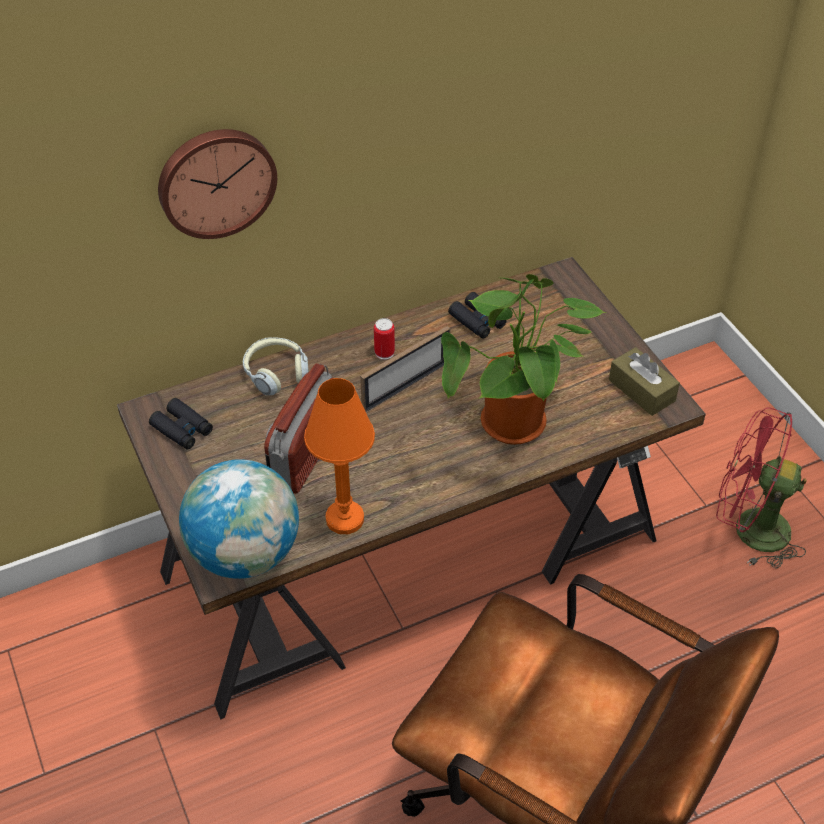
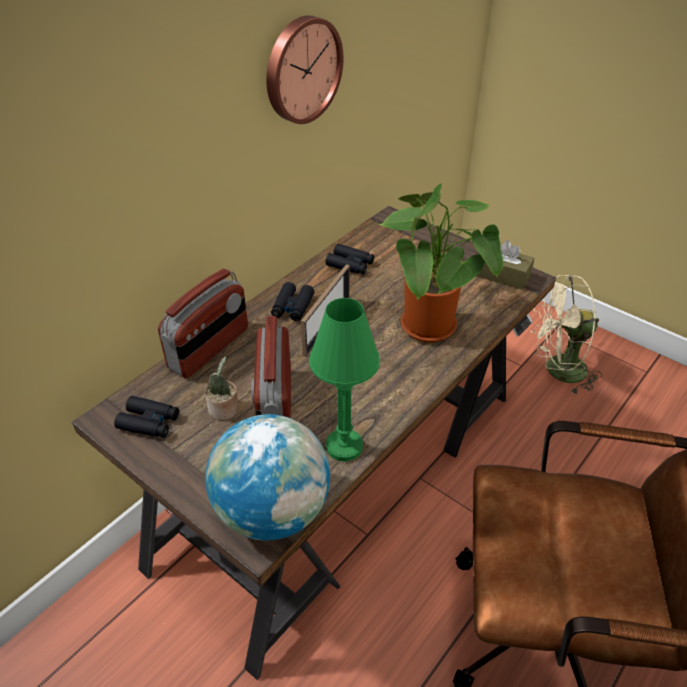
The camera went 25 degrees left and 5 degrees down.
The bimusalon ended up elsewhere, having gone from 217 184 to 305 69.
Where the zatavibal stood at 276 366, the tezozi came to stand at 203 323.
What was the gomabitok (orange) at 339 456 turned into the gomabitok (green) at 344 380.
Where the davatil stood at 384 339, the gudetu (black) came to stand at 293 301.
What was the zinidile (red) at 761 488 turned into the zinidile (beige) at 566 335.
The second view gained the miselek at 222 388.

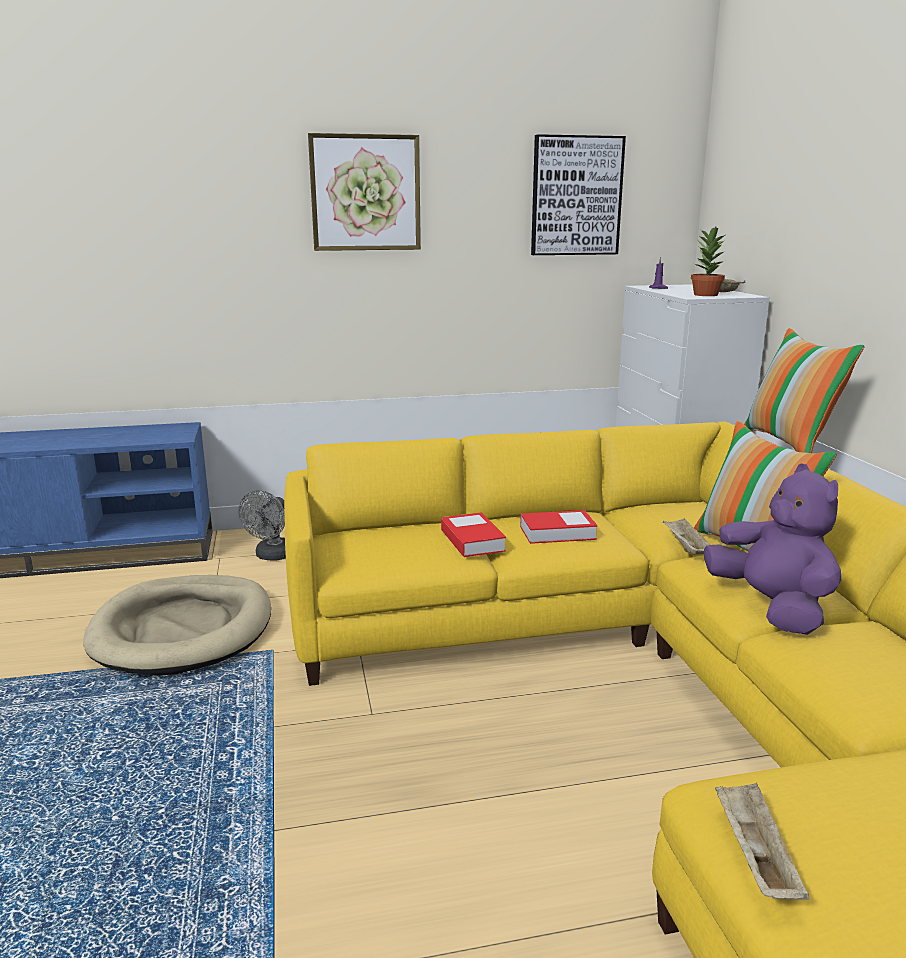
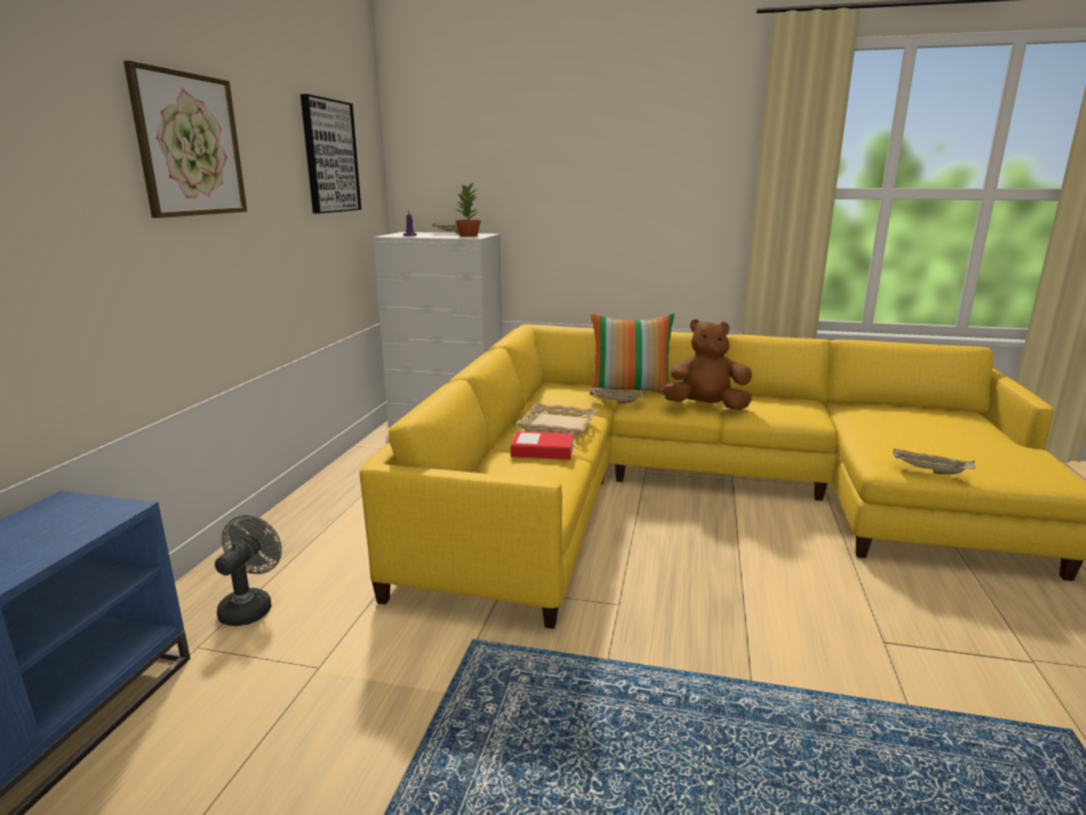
The camera went 65 degrees left and 0 degrees up.
The second view lost the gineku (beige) at 177 625.
The zinidile (grey) at 262 525 ended up facing another way, 120 degrees counterclockwise from before.
Where the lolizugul stood at 559 527, the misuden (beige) came to stand at 557 419.
What was the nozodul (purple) at 772 549 turned into the nozodul (brown) at 707 364.
The second view lost the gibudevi at 804 390.

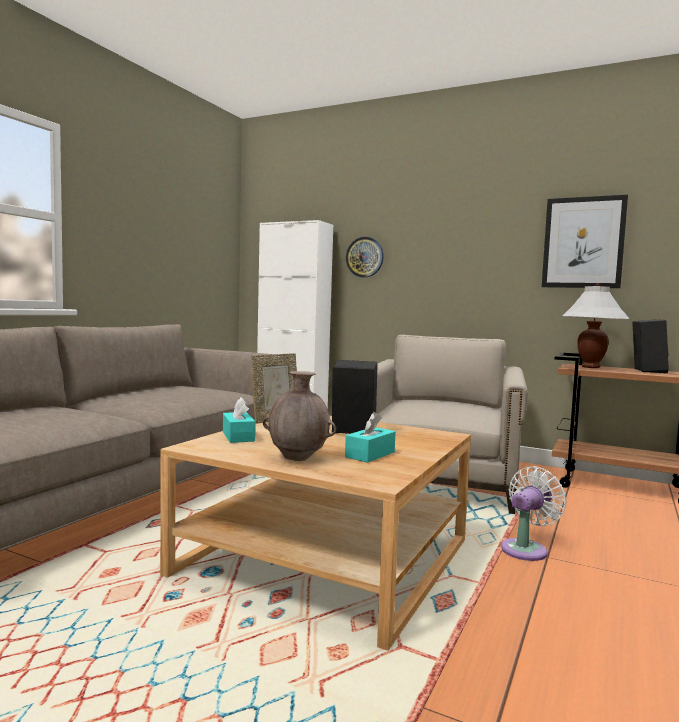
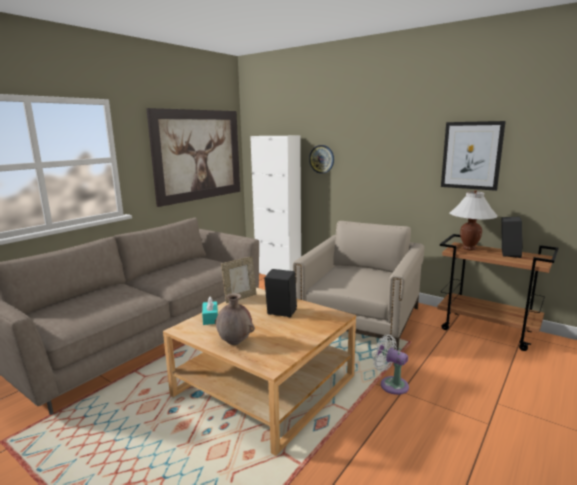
The camera went 10 degrees right and 10 degrees up.
The second view lost the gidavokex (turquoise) at 370 437.
The zinidile (white) at 533 513 ended up facing another way, 105 degrees counterclockwise from before.
The second view gained the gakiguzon at 193 157.

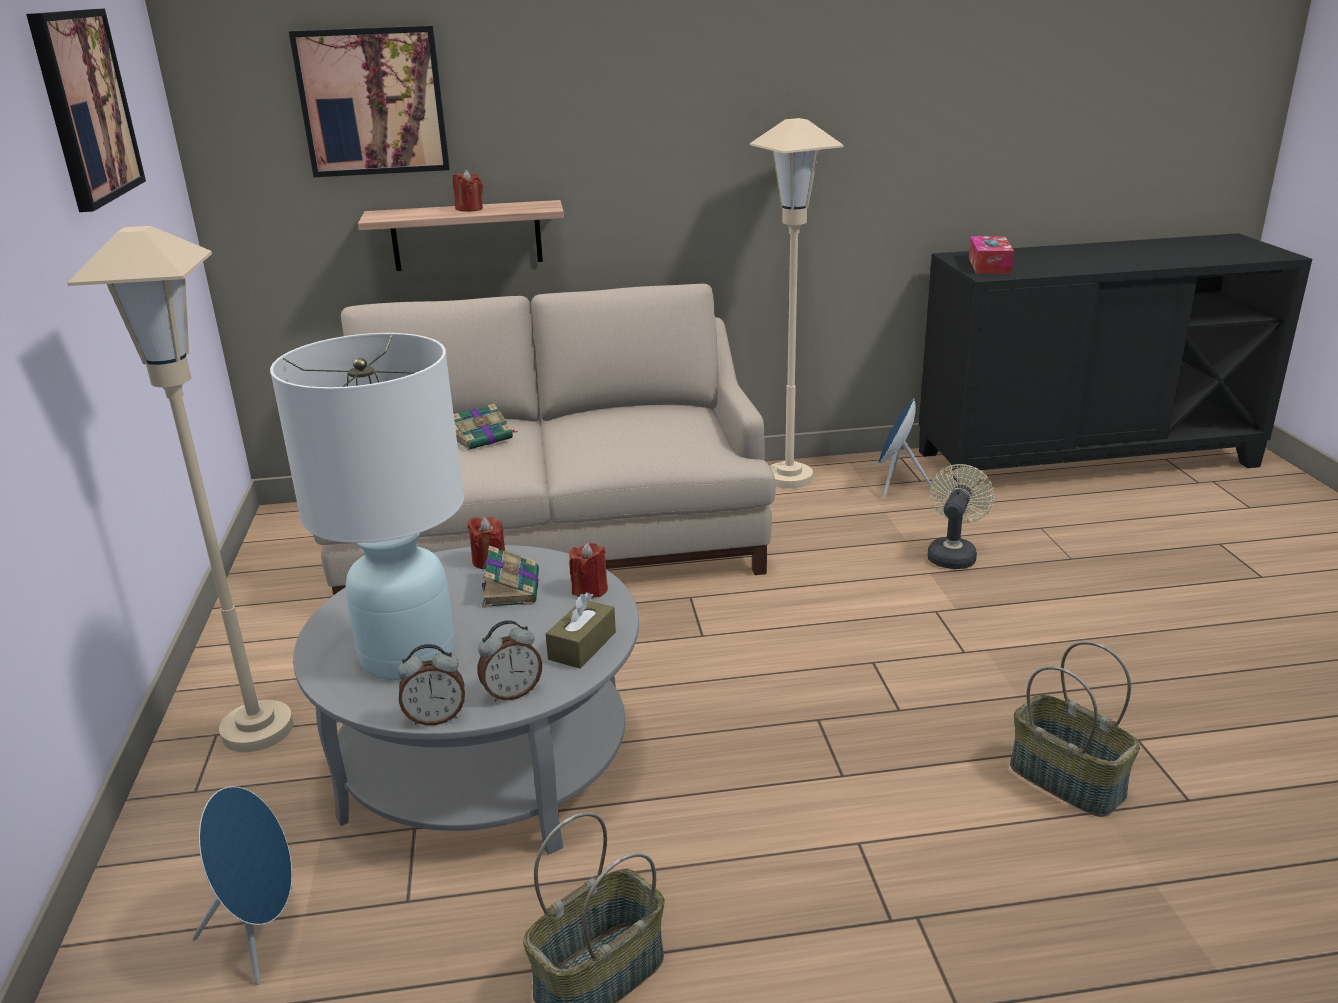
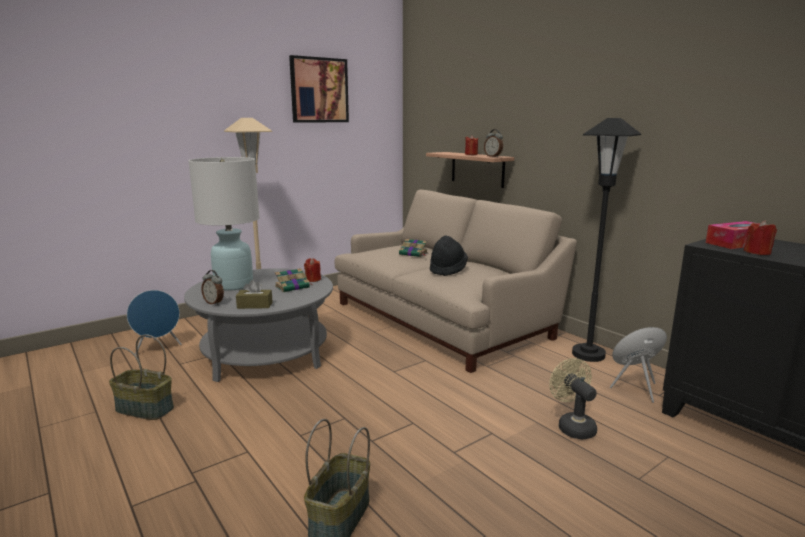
The camera went 60 degrees right and 10 degrees down.
The second view lost the gakiguzon at 369 101.
The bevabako ended up elsewhere, having gone from 431 685 to 493 143.
The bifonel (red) ended up elsewhere, having gone from 588 570 to 760 237.
What was the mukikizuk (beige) at 797 303 turned into the mukikizuk (black) at 606 240.
The zinidile (beige) at 960 516 ended up facing another way, 105 degrees counterclockwise from before.
The second view gained the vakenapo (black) at 449 255.

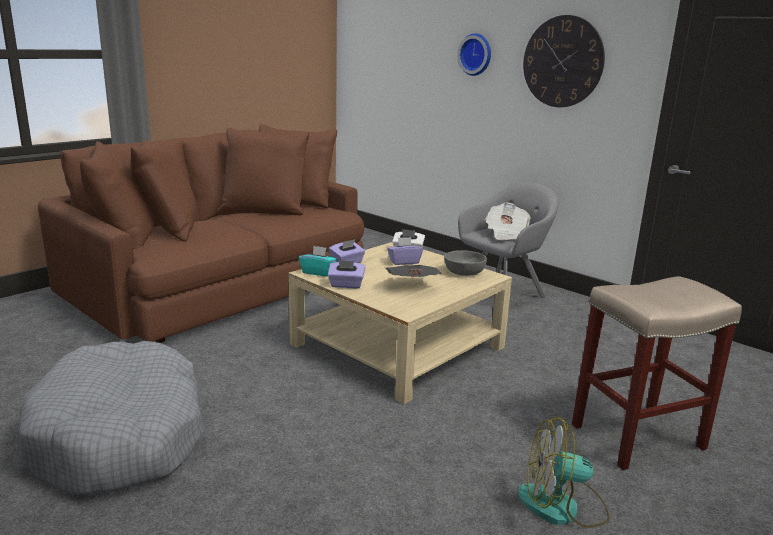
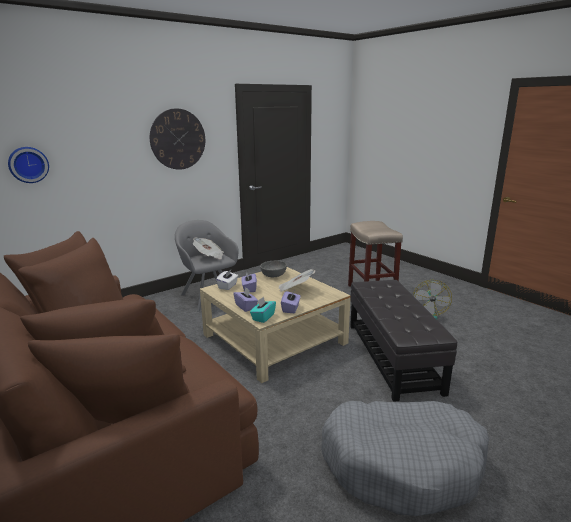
The camera went 80 degrees left and 0 degrees up.
The bimusalon ended up elsewhere, having gone from 474 54 to 28 165.
The second view gained the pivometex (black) at 403 341.

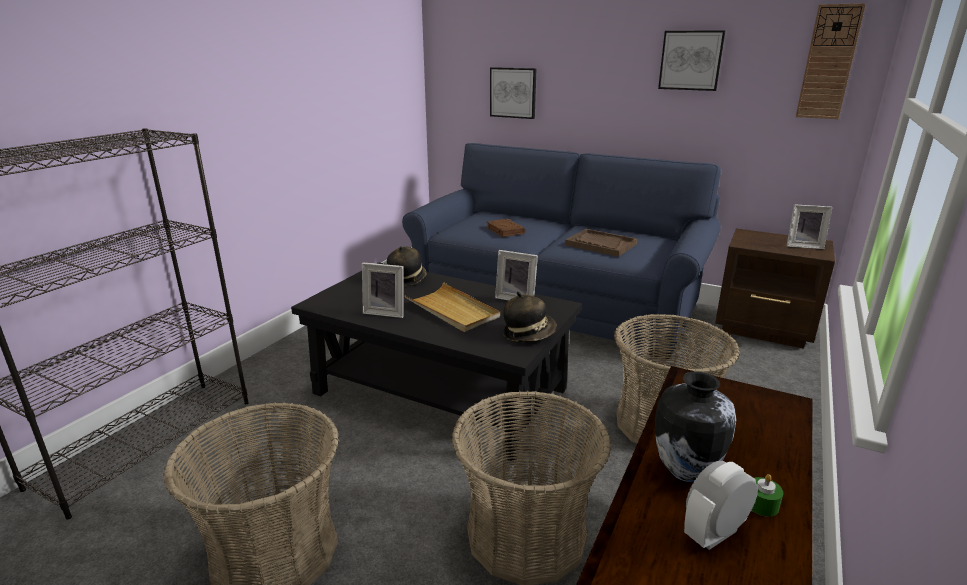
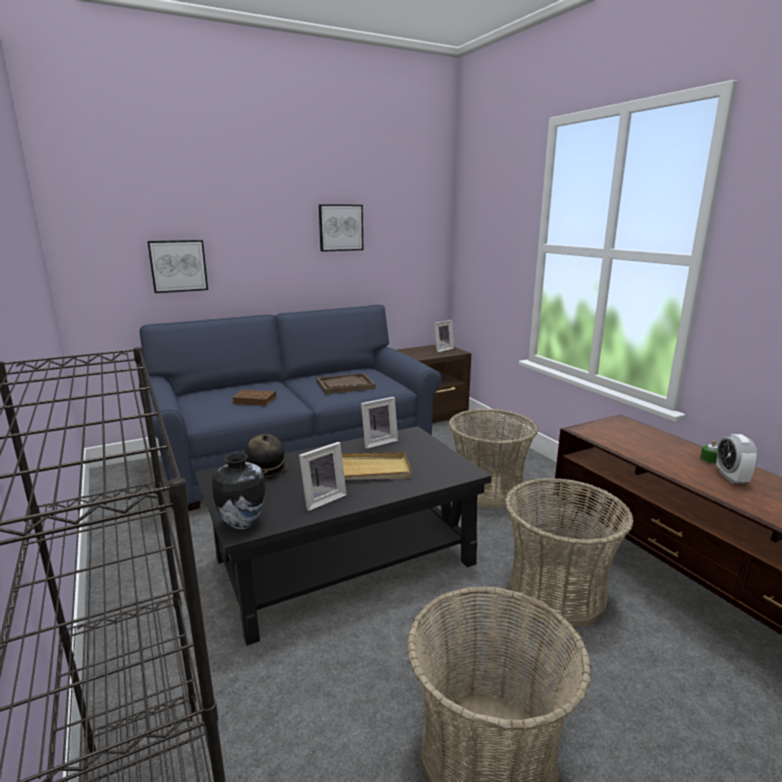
The camera went 55 degrees left and 5 degrees down.
The second view lost the vakenapo at 530 317.
The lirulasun ended up elsewhere, having gone from 696 427 to 238 491.
The second view lost the bimusalon at 831 61.

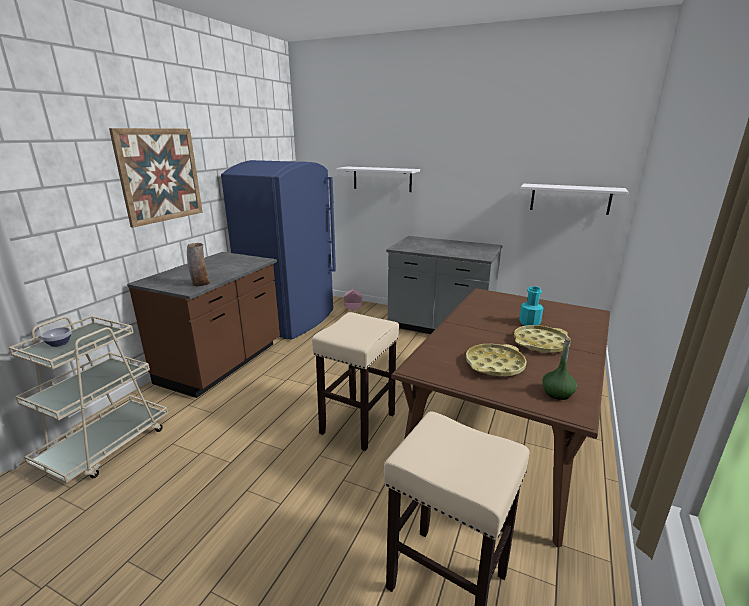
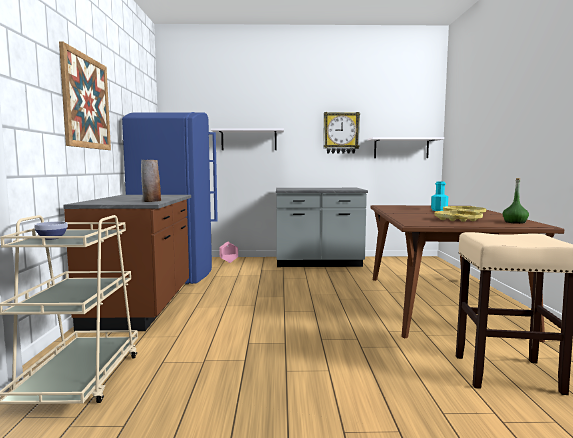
The camera went 25 degrees left and 15 degrees down.
The second view lost the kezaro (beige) at 355 381.
The second view gained the bimusalon at 341 133.

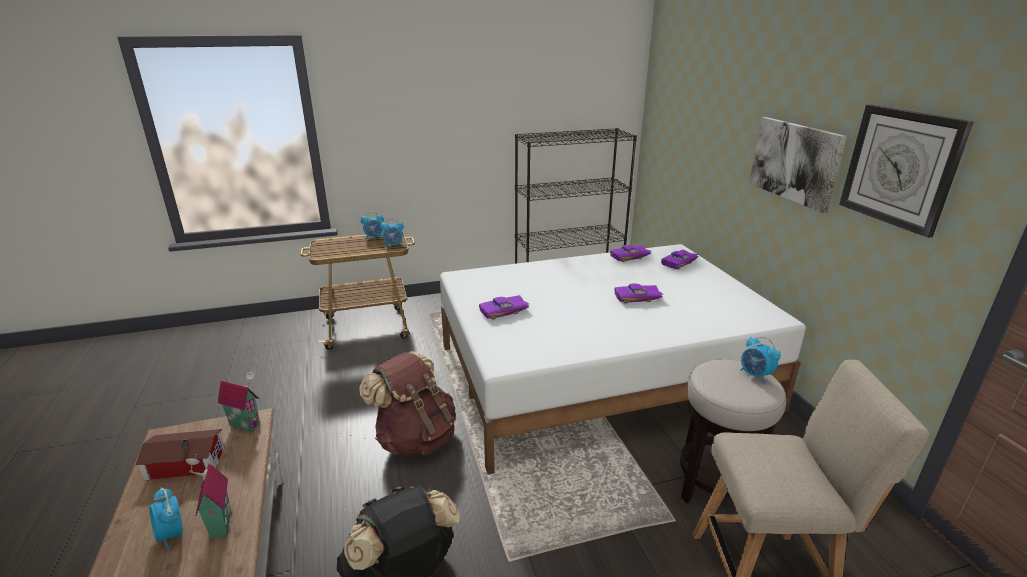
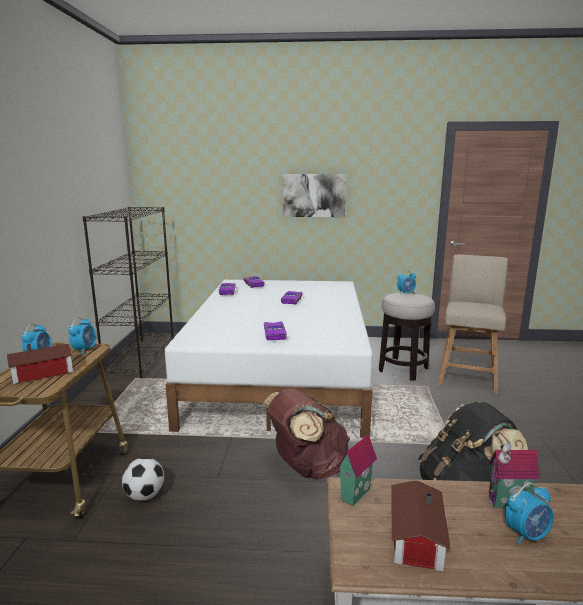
The camera went 70 degrees left and 10 degrees down.
The second view lost the bimusalon at 906 171.
The second view gained the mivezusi at 40 364.
The second view gained the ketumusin at 143 479.

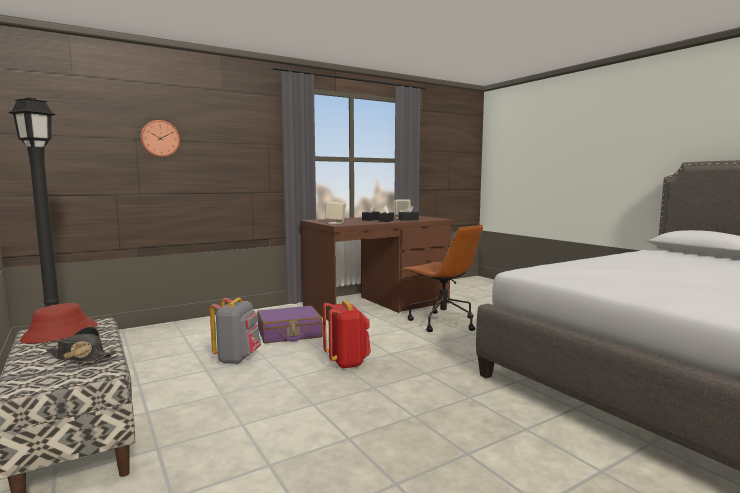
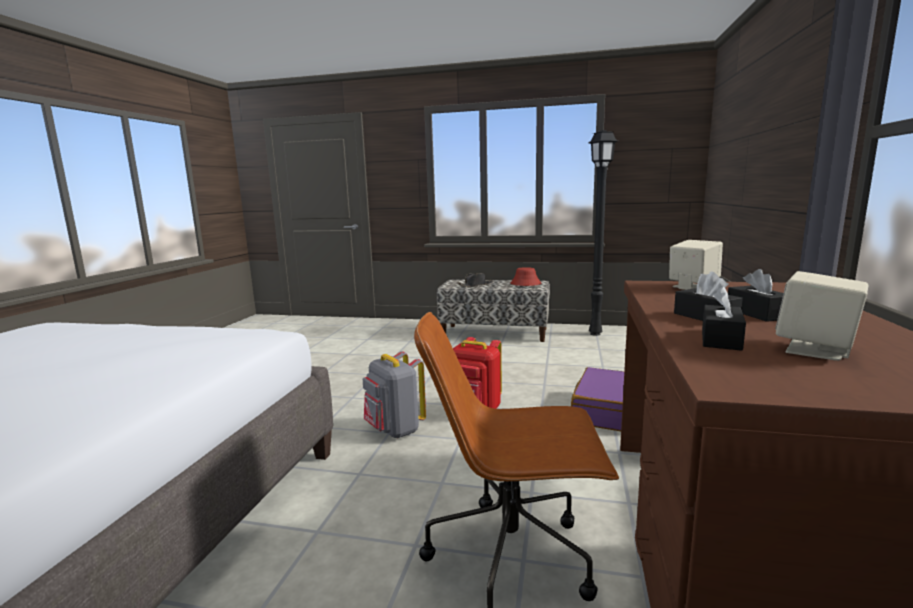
The camera went 135 degrees right and 5 degrees up.
The second view lost the bimusalon at 160 138.
The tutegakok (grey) ended up elsewhere, having gone from 235 331 to 394 394.

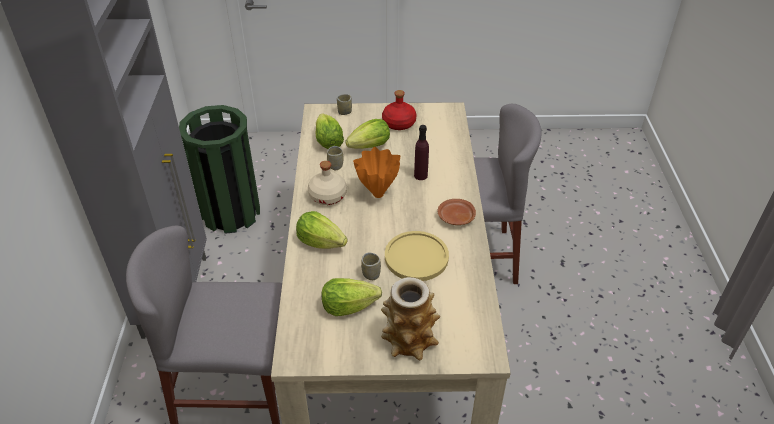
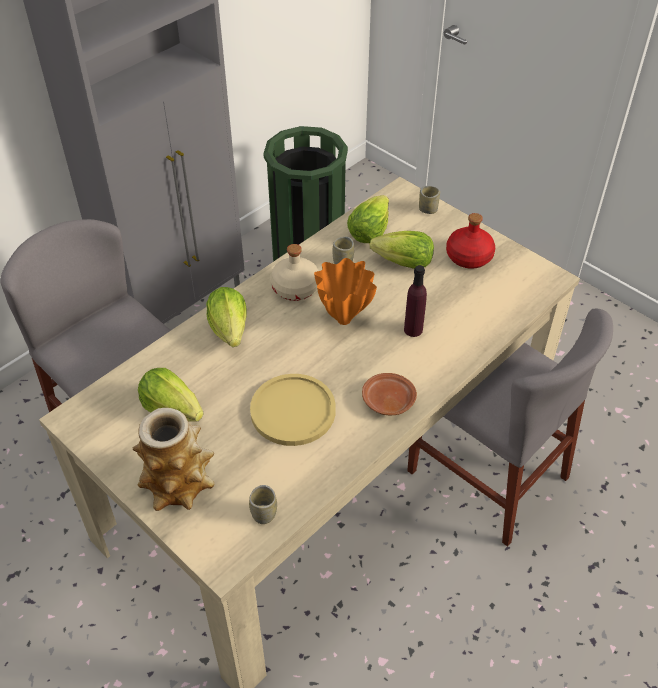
The camera went 45 degrees right and 5 degrees up.
The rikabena ended up elsewhere, having gone from 371 266 to 263 504.

